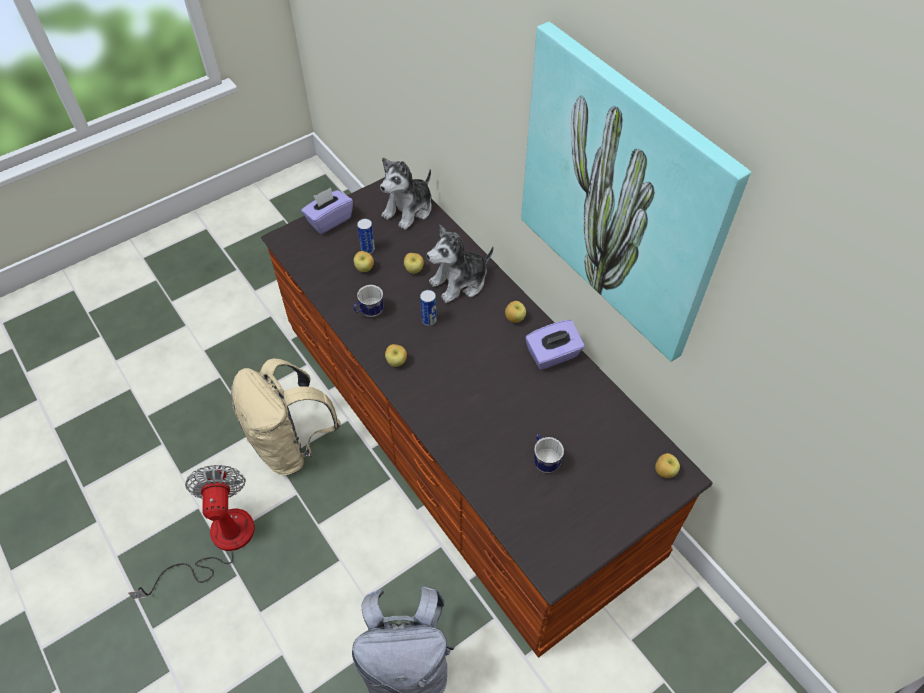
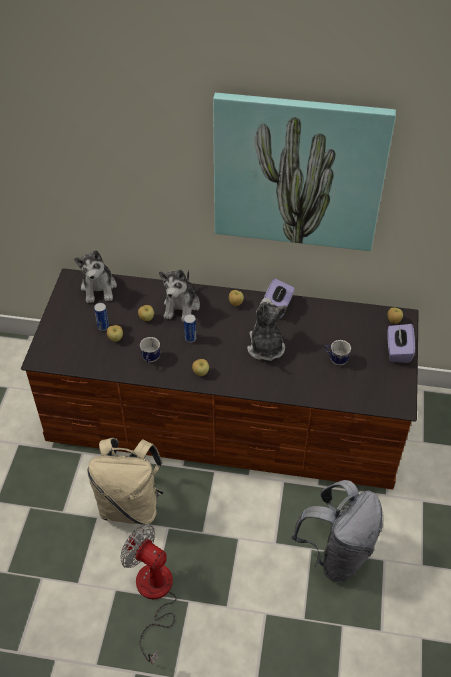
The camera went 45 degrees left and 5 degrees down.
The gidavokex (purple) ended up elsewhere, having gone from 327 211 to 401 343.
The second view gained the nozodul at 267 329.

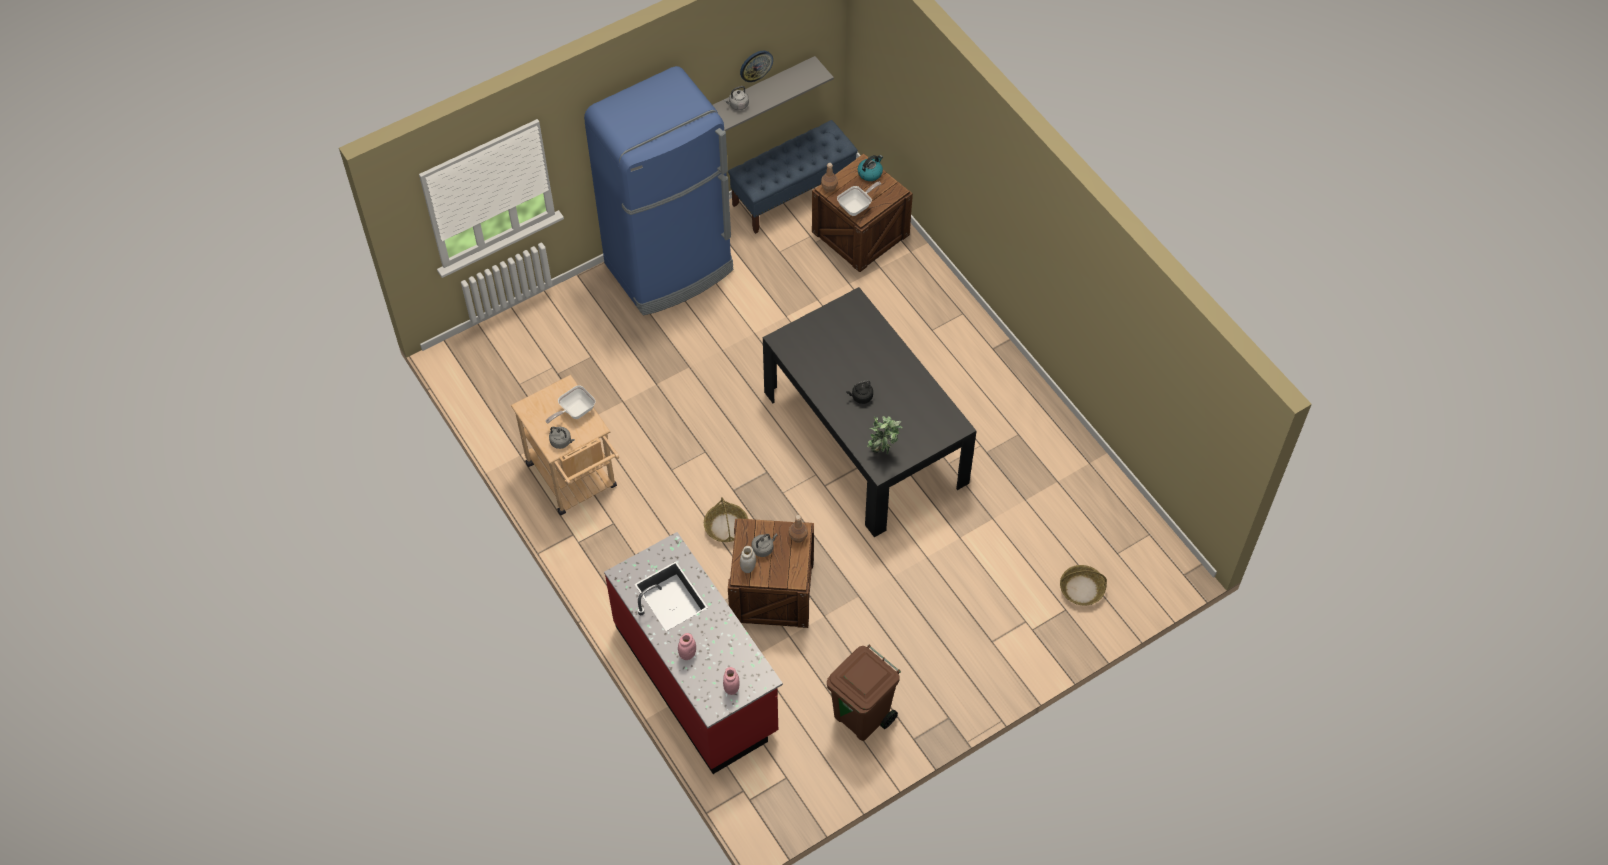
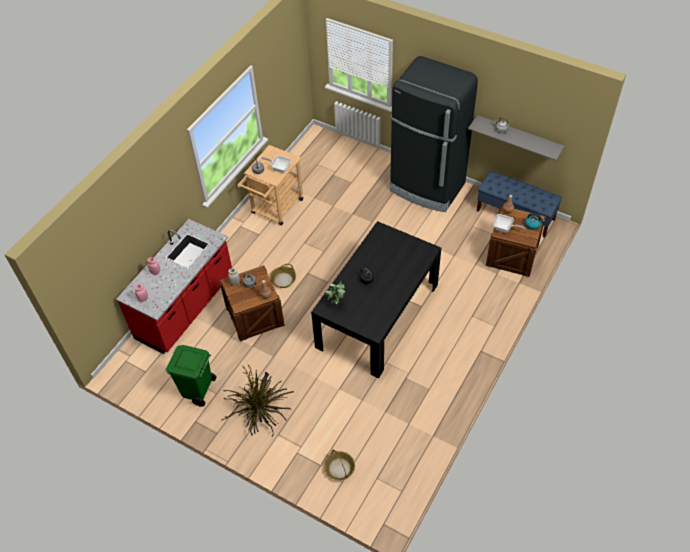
The camera went 65 degrees right and 5 degrees down.
What was the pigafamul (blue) at 658 190 turned into the pigafamul (black) at 434 134.
The second view lost the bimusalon at 756 66.
What was the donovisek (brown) at 864 693 turned into the donovisek (green) at 191 376.
The second view gained the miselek at 258 400.

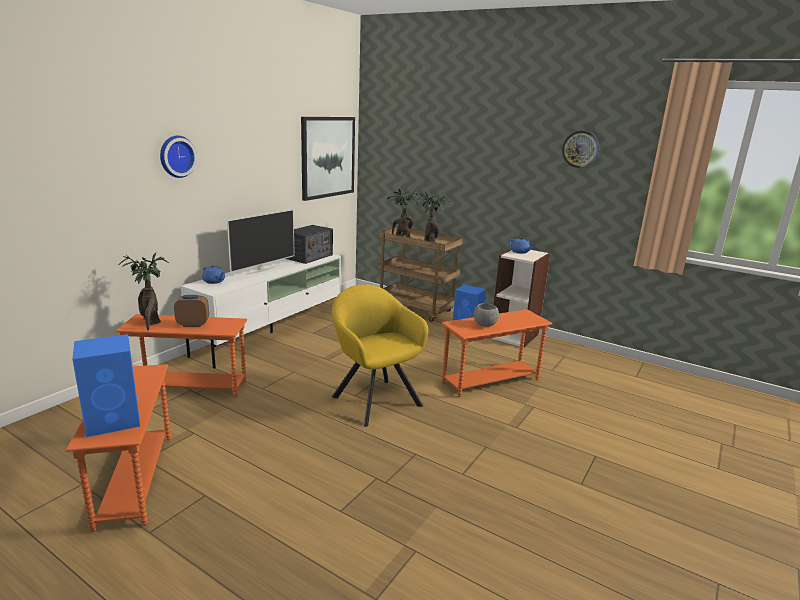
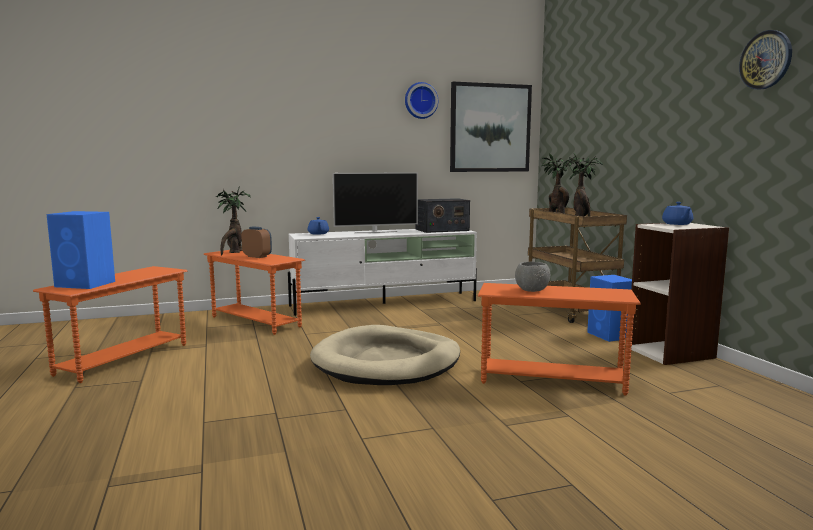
The camera went 40 degrees right and 10 degrees down.
The bimusalon ended up elsewhere, having gone from 178 157 to 421 100.
Where the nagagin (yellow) stood at 380 355, the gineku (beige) came to stand at 385 355.

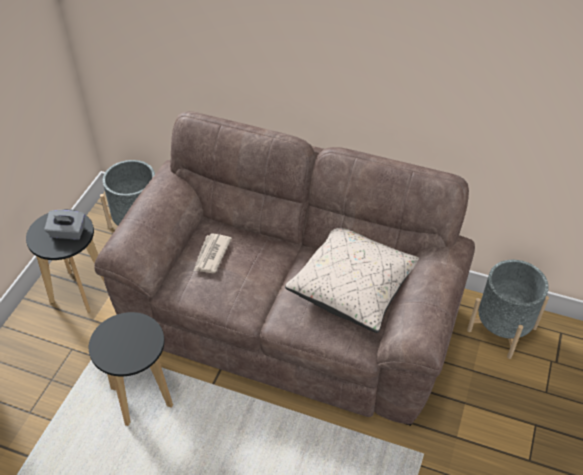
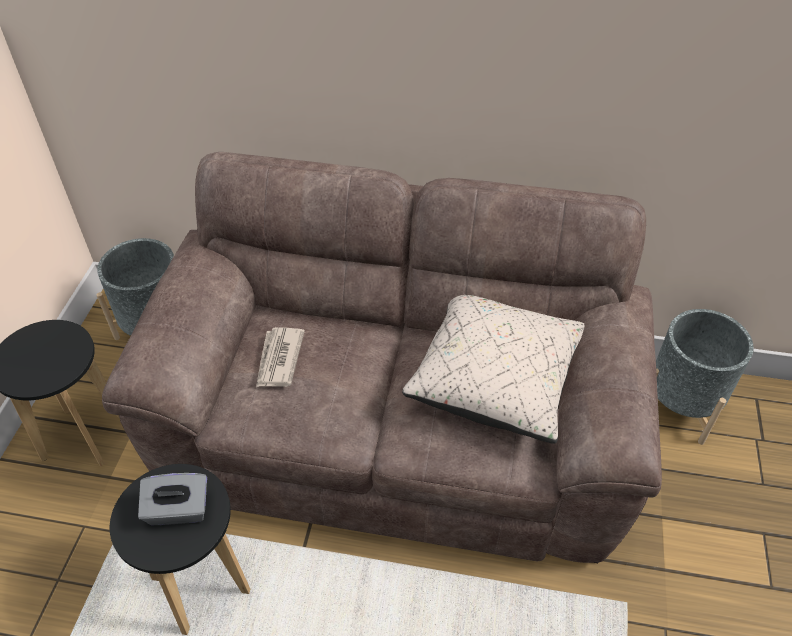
The camera went 10 degrees left and 0 degrees up.
The gidavokex (grey) ended up elsewhere, having gone from 64 224 to 172 499.

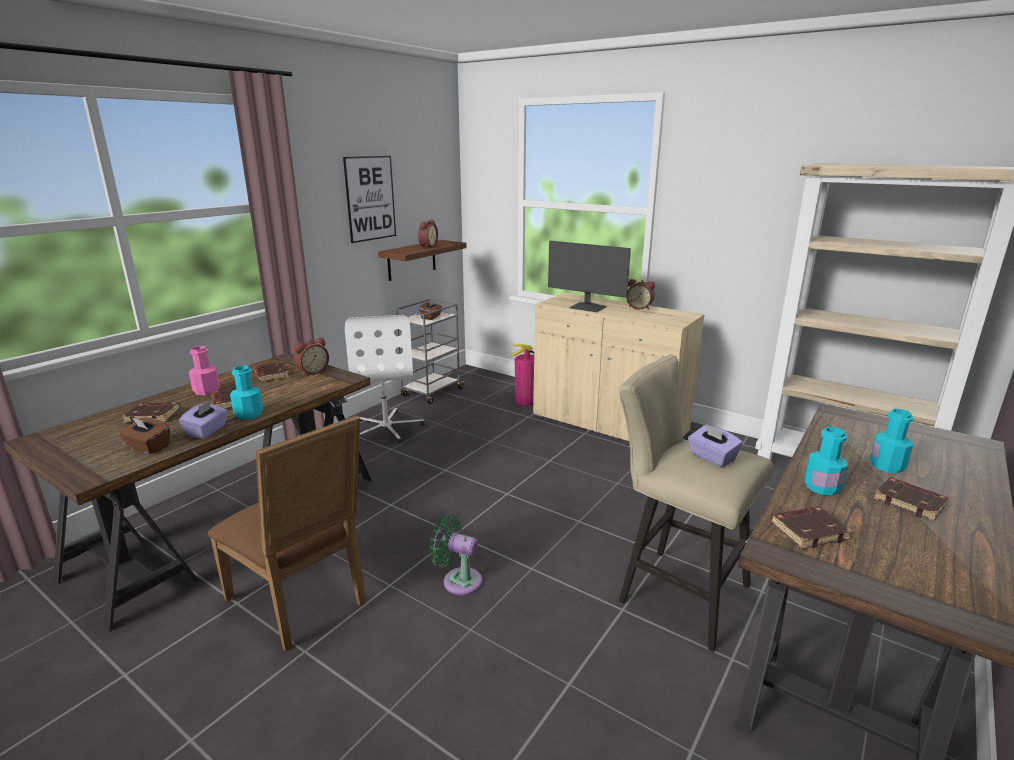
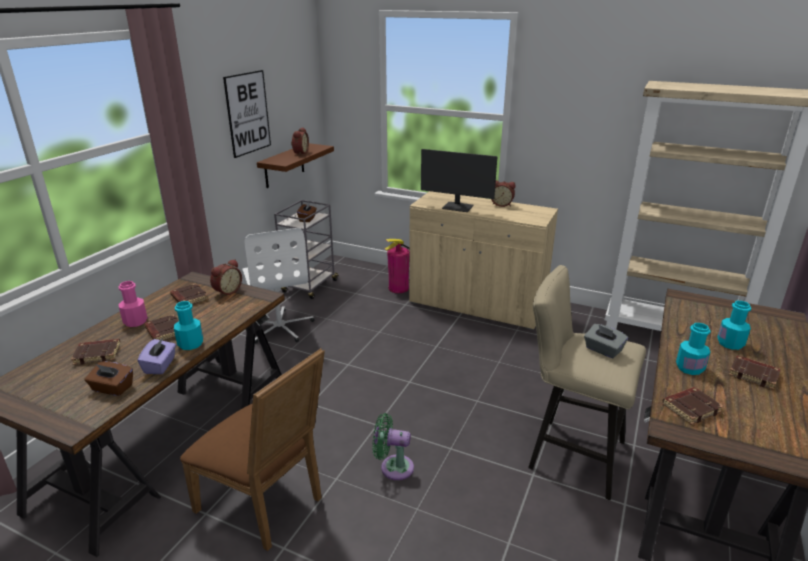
The camera went 10 degrees left and 5 degrees up.
What was the gidavokex (purple) at 715 445 turned into the gidavokex (grey) at 606 341.

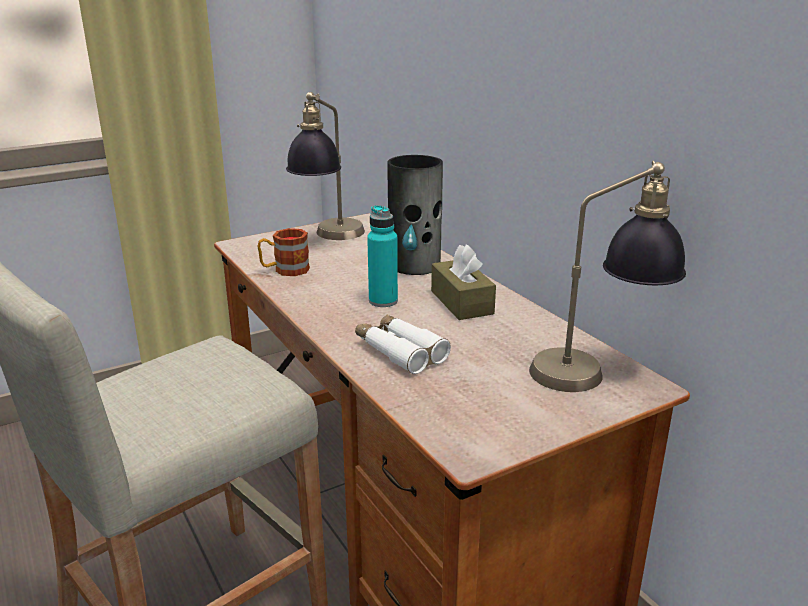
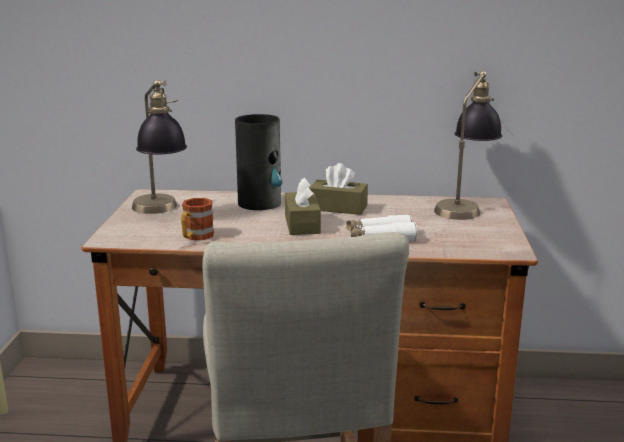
The camera went 55 degrees left and 5 degrees down.
Where the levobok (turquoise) stood at 382 256, the gidavokex (brown) came to stand at 303 206.

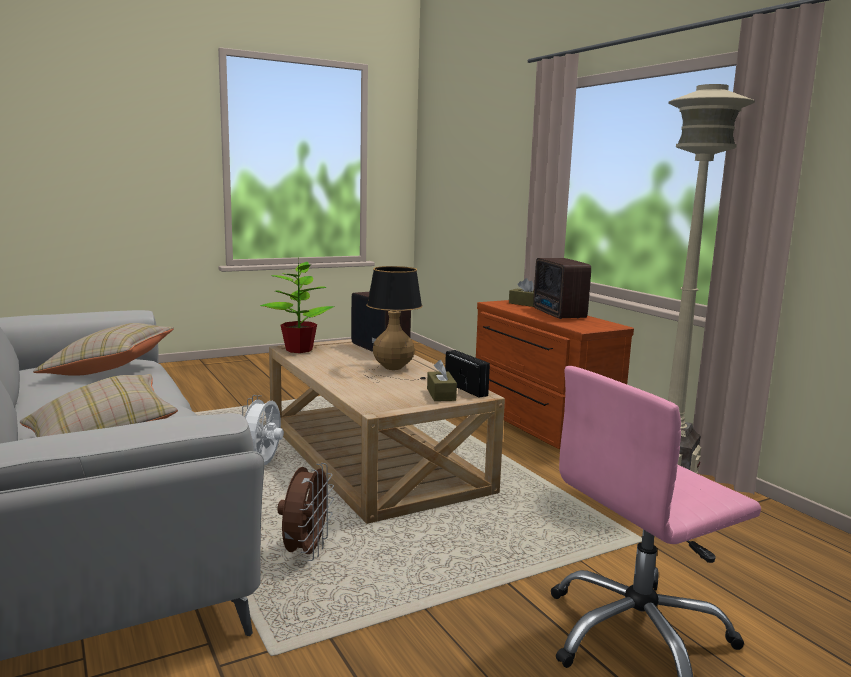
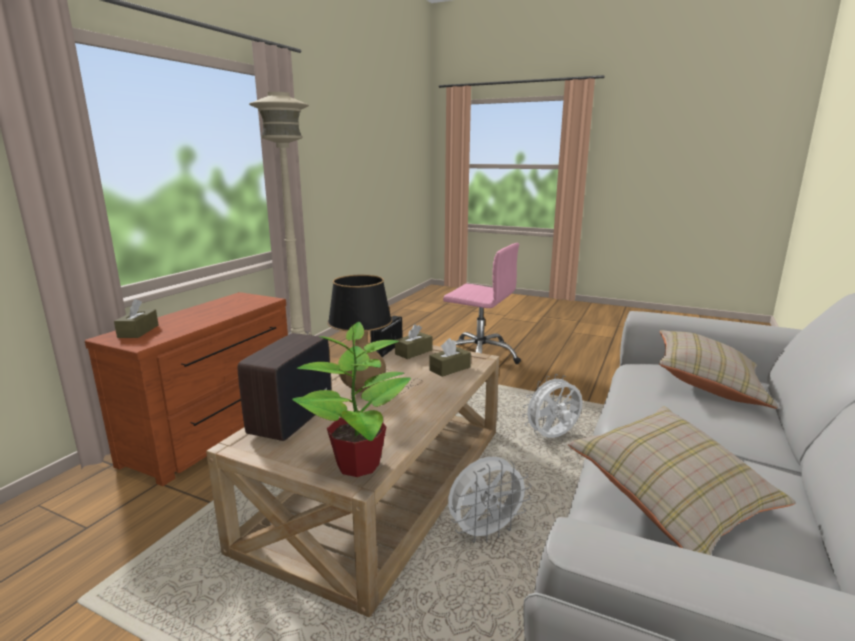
The camera went 125 degrees left and 5 degrees up.
What was the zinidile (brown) at 305 512 turned into the zinidile (white) at 552 406.
The second view lost the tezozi at 562 288.
The second view gained the gidavokex (brown) at 450 357.

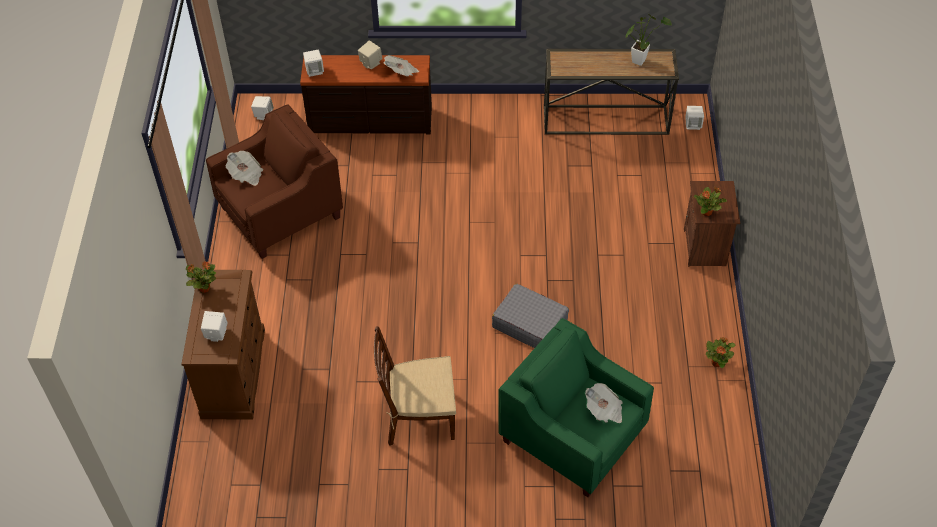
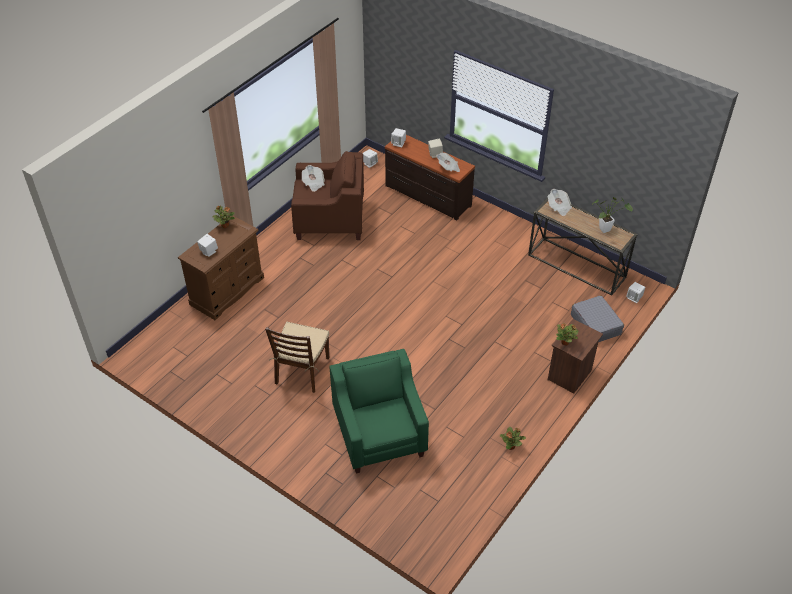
The camera went 35 degrees right and 5 degrees down.
The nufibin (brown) at 415 386 ended up facing another way, 105 degrees counterclockwise from before.
The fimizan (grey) ended up elsewhere, having gone from 530 316 to 597 318.
The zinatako ended up elsewhere, having gone from 603 403 to 560 202.

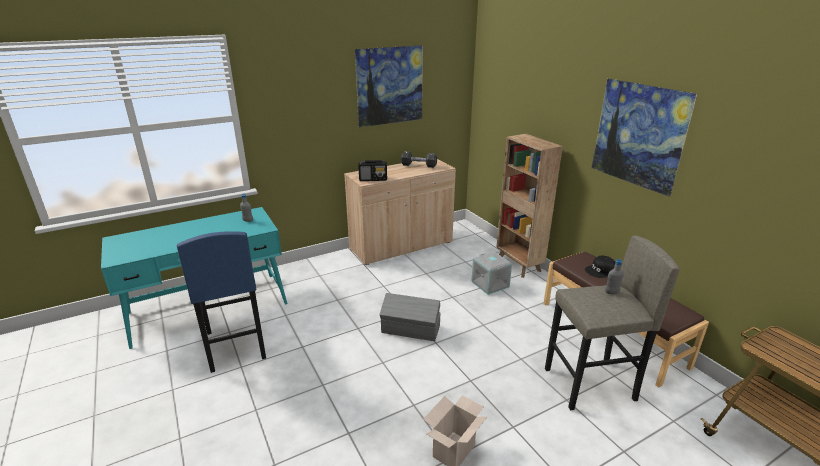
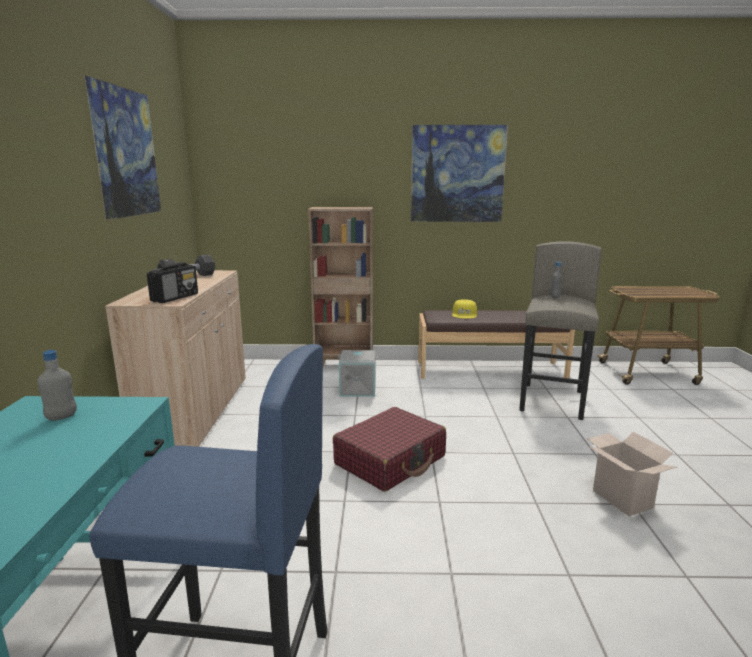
The camera went 60 degrees left and 10 degrees down.
Where the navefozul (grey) stood at 410 317, the fimizan (red) came to stand at 389 449.
What was the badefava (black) at 600 267 turned into the badefava (yellow) at 464 309.

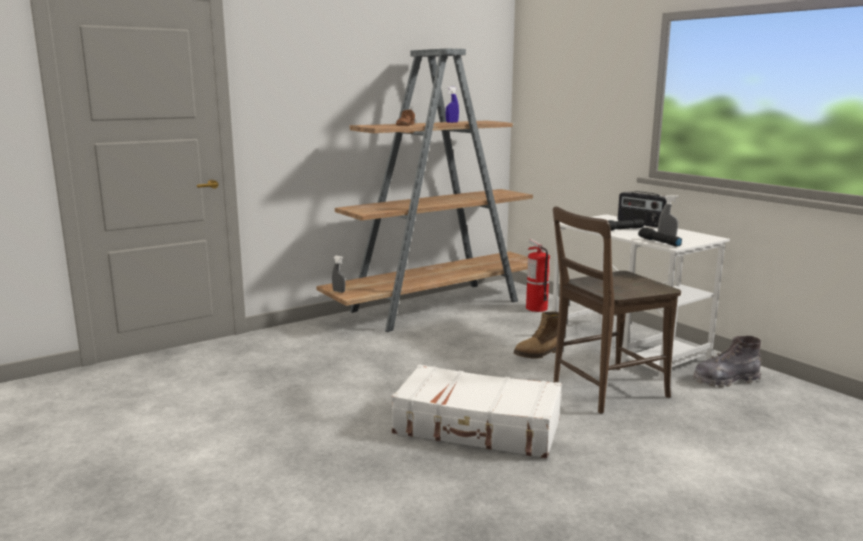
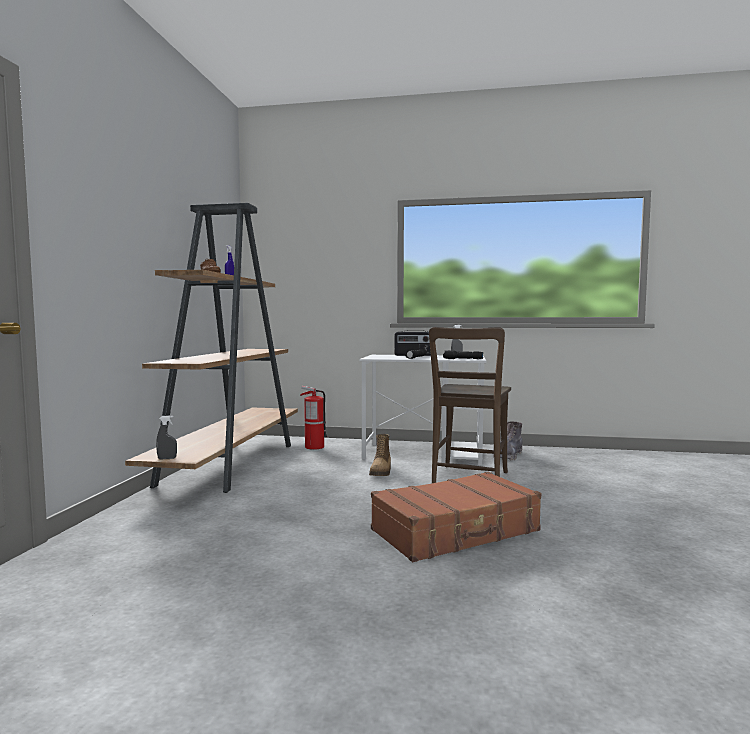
The camera went 45 degrees left and 10 degrees down.
What was the fimizan (white) at 476 411 turned into the fimizan (brown) at 456 517.

